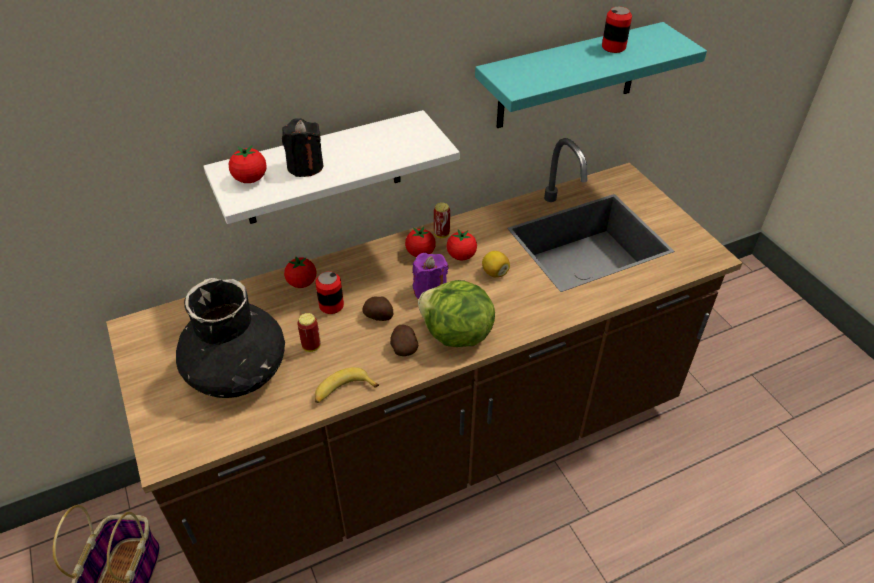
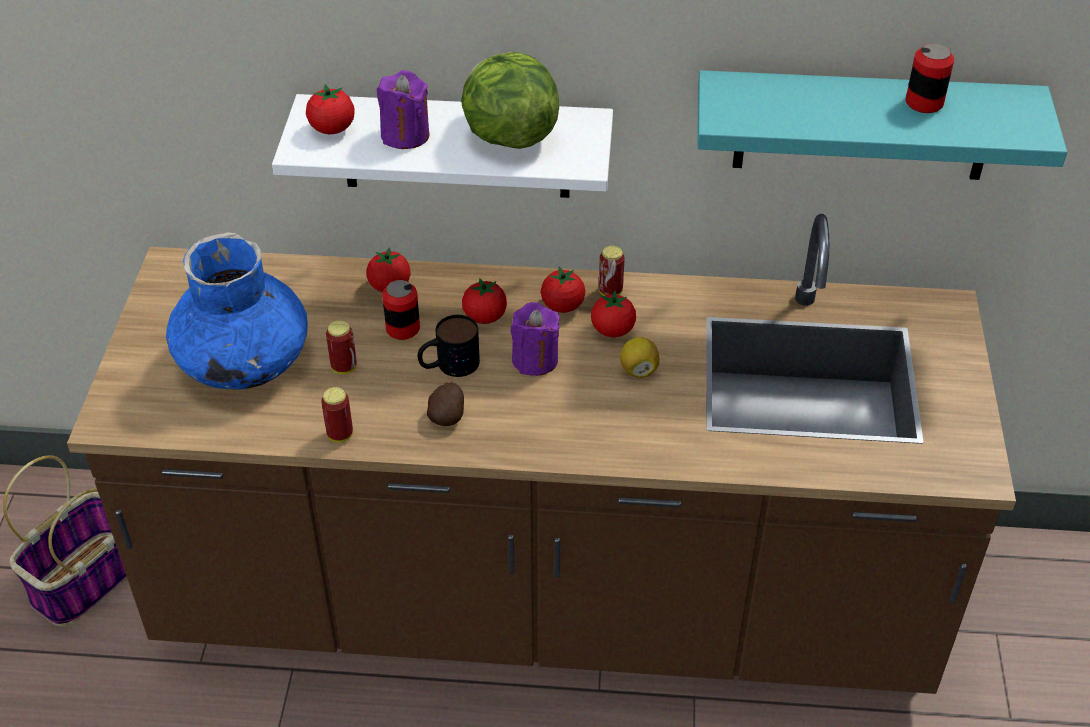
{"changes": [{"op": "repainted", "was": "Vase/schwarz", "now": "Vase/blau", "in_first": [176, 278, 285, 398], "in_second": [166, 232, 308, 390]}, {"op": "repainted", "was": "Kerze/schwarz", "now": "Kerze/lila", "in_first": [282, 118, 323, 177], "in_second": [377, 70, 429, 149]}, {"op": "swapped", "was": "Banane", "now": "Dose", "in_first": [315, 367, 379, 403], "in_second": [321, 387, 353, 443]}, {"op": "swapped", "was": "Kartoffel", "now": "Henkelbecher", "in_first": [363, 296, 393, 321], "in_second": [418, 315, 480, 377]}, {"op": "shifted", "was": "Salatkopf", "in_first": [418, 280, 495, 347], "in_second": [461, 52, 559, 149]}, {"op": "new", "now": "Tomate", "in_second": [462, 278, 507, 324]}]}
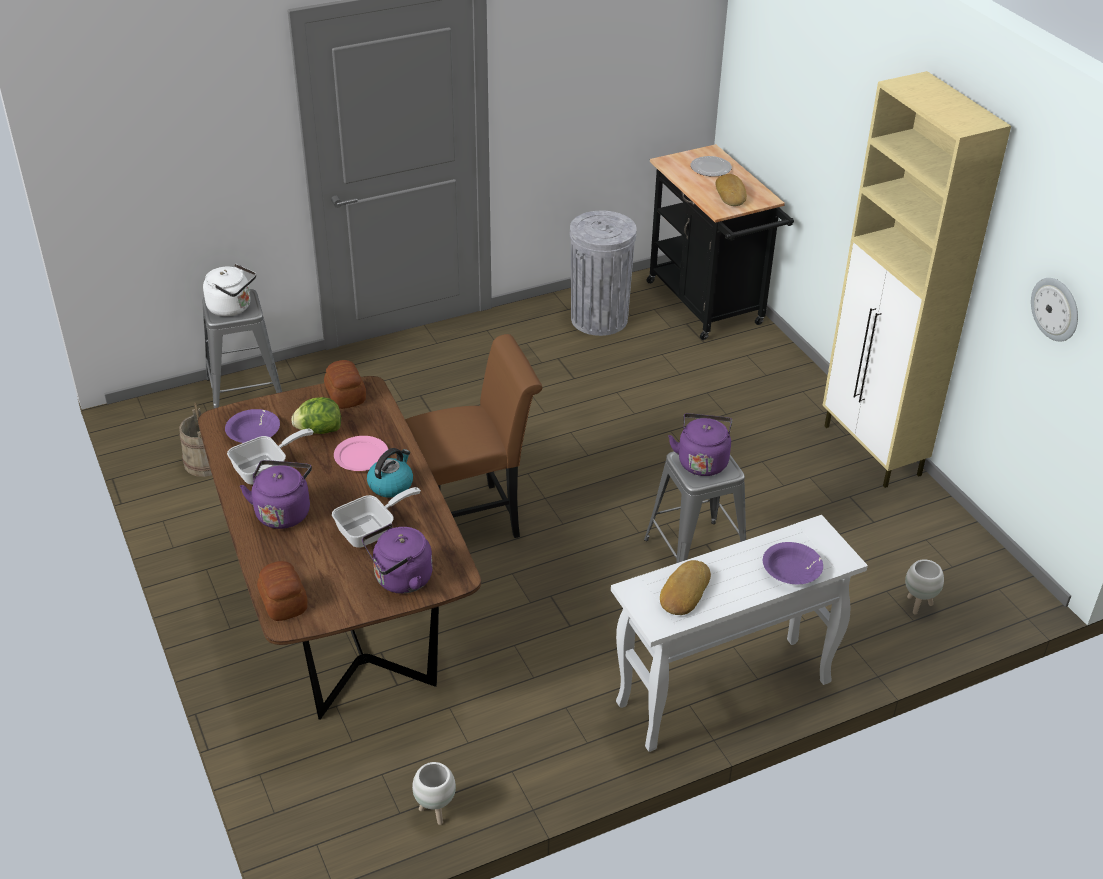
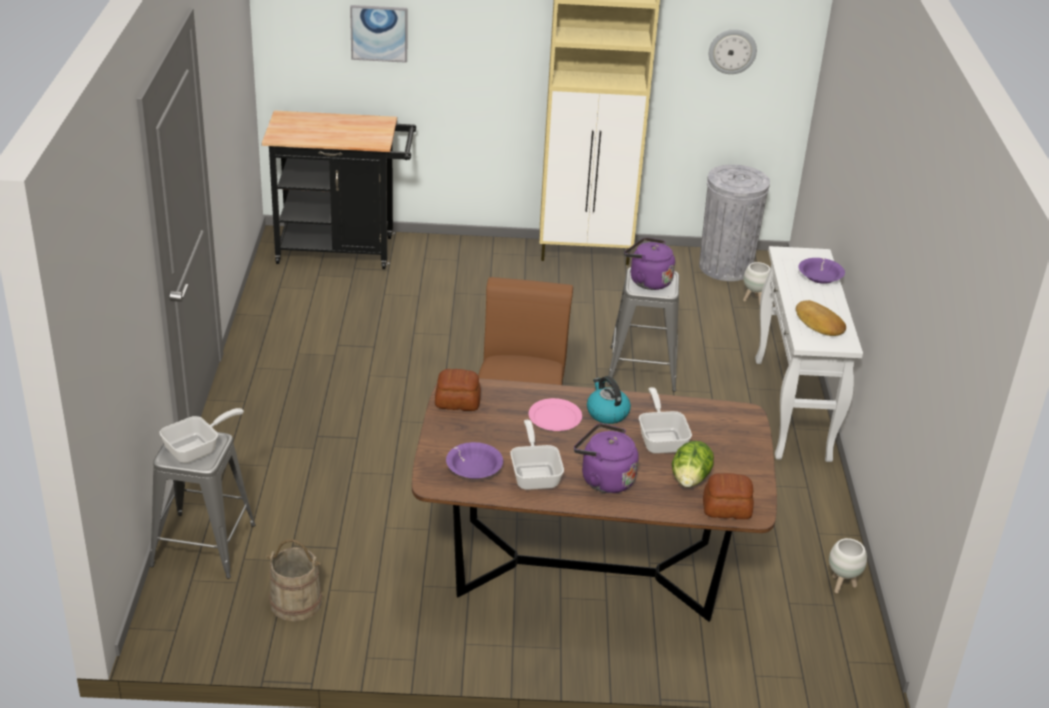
{"changes": [{"op": "swapped", "was": "Wasserkessel/weiß", "now": "Pfanne", "in_first": [203, 264, 256, 317], "in_second": [159, 408, 244, 463]}, {"op": "shifted", "was": "Salatkopf", "in_first": [291, 397, 341, 434], "in_second": [672, 441, 714, 488]}, {"op": "gone", "was": "Wasserkessel/lila", "in_first": [362, 524, 433, 594]}, {"op": "shifted", "was": "Mülleimer/grau", "in_first": [570, 210, 637, 336], "in_second": [699, 164, 770, 281]}, {"op": "gone", "was": "Teller", "in_first": [690, 156, 732, 177]}, {"op": "gone", "was": "Brot", "in_first": [716, 174, 747, 206]}, {"op": "new", "now": "Bild", "in_second": [350, 5, 407, 63]}]}
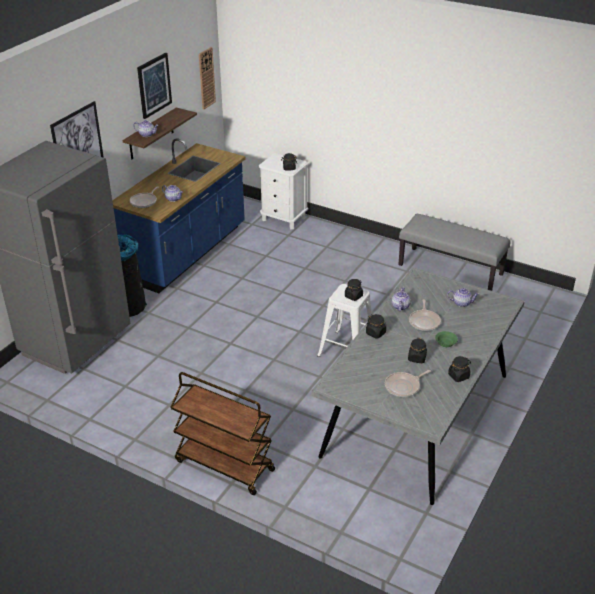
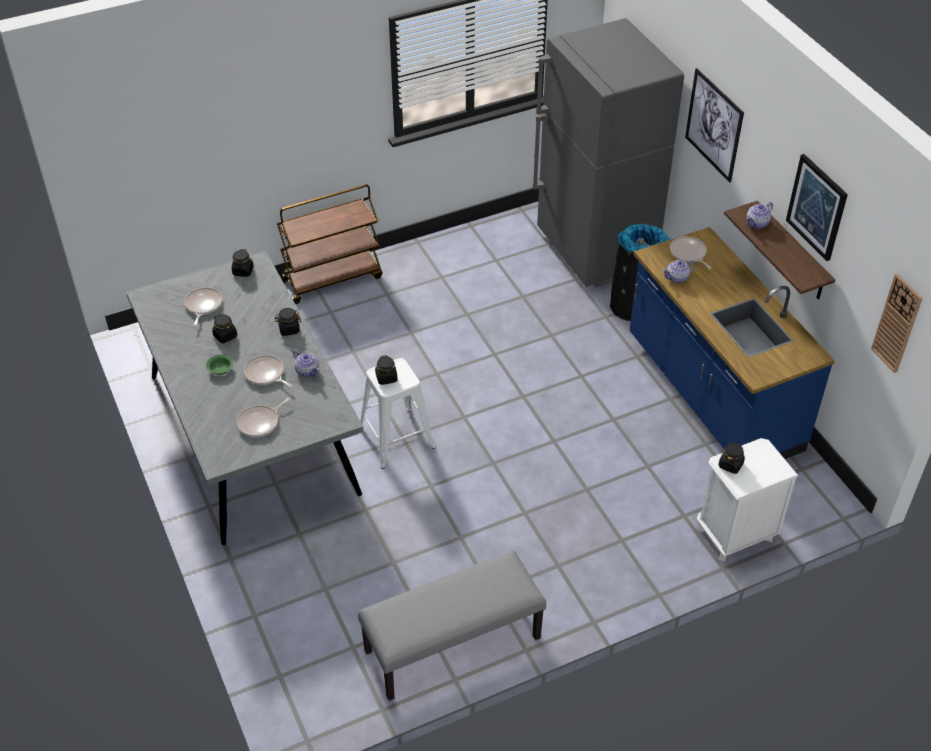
{"changes": [{"op": "swapped", "was": "Teekanne", "now": "Pfanne", "in_first": [447, 288, 479, 307], "in_second": [237, 398, 291, 437]}, {"op": "shifted", "was": "Vorratsglas/schwarz", "in_first": [448, 356, 471, 382], "in_second": [232, 249, 254, 277]}]}
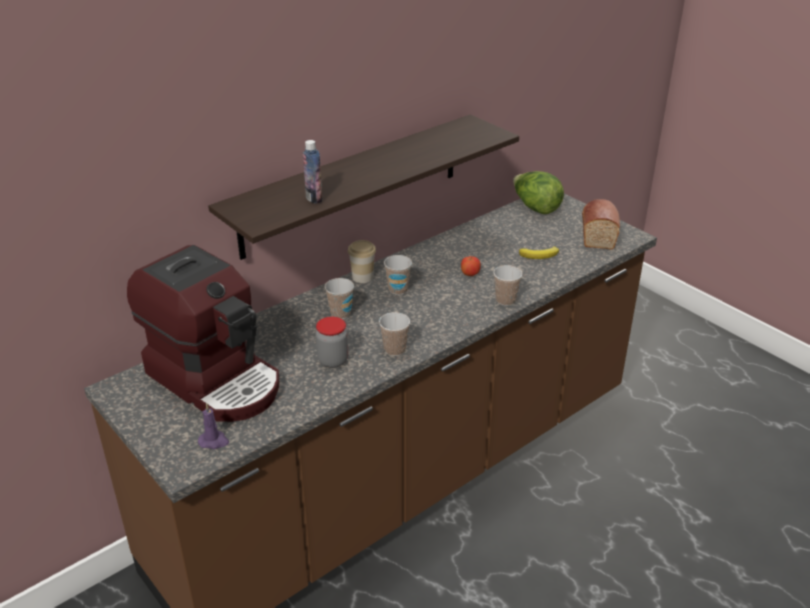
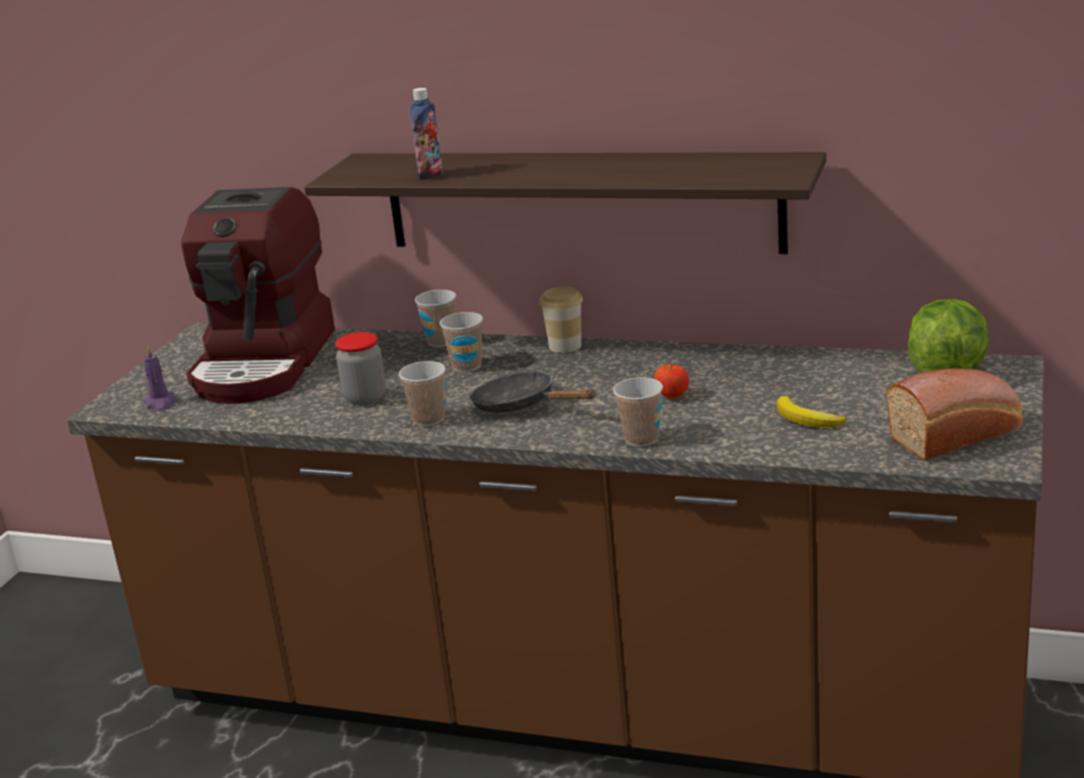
{"changes": [{"op": "shifted", "was": "Tasse", "in_first": [384, 255, 412, 295], "in_second": [415, 290, 456, 347]}, {"op": "new", "now": "Pfanne/schwarz", "in_second": [470, 371, 596, 413]}]}
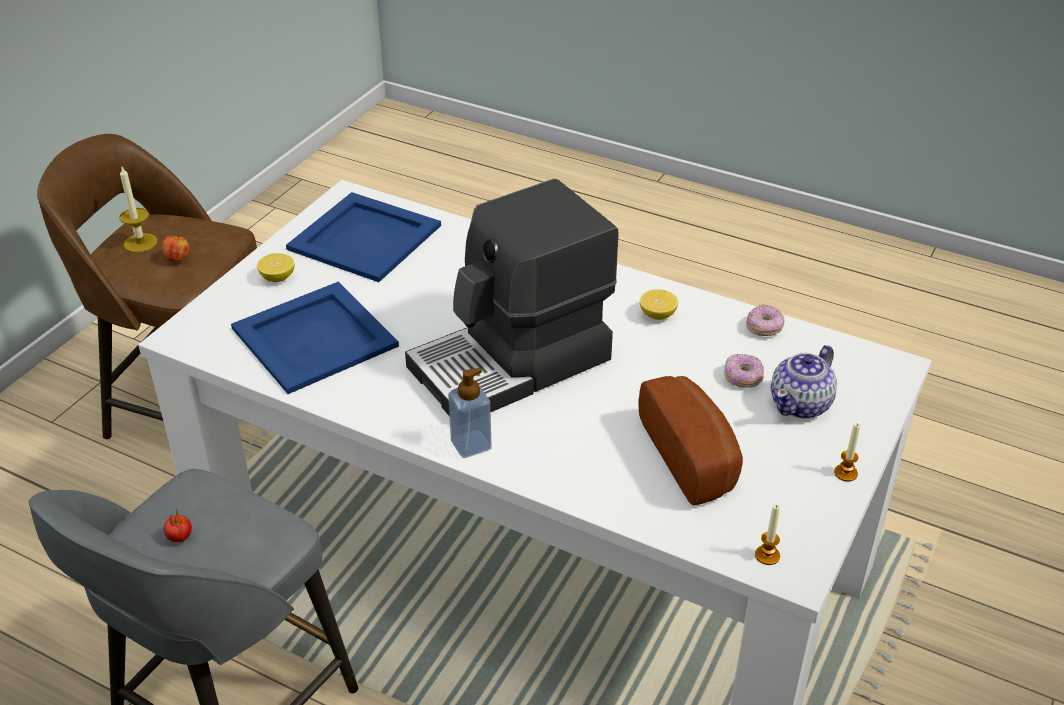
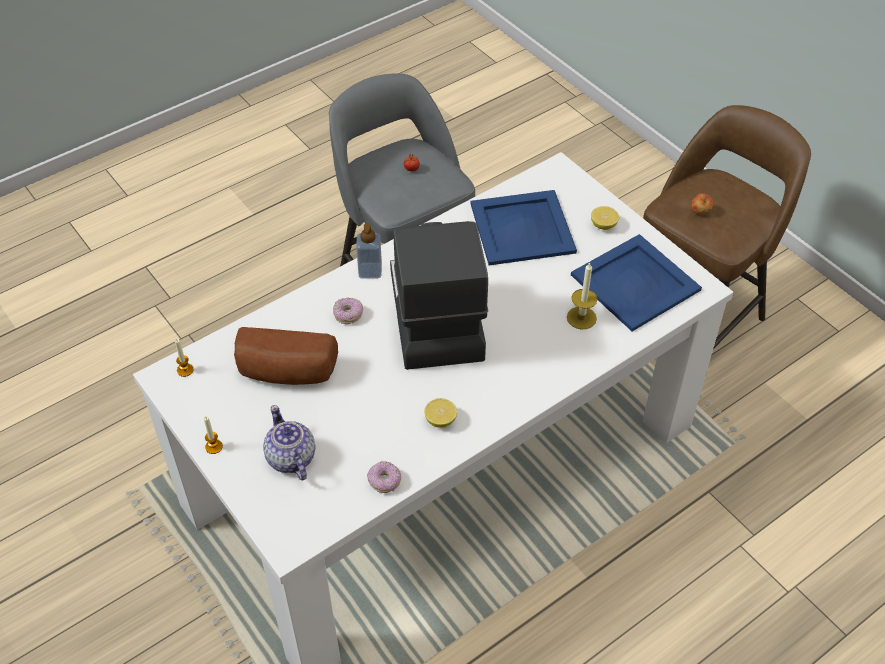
{"changes": [{"op": "shifted", "was": "Kerze", "in_first": [119, 167, 158, 253], "in_second": [567, 262, 598, 329]}, {"op": "shifted", "was": "Donut", "in_first": [724, 354, 764, 388], "in_second": [333, 298, 363, 324]}]}
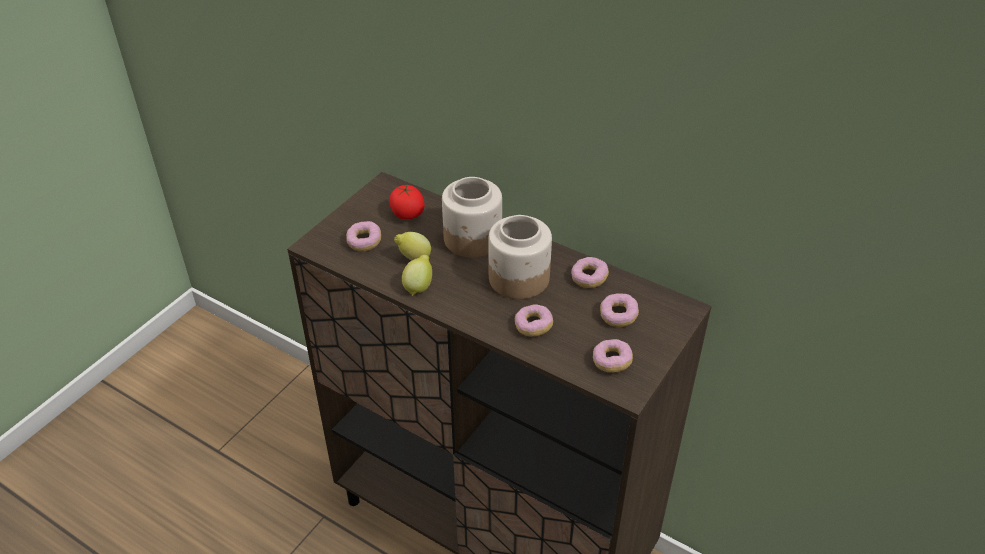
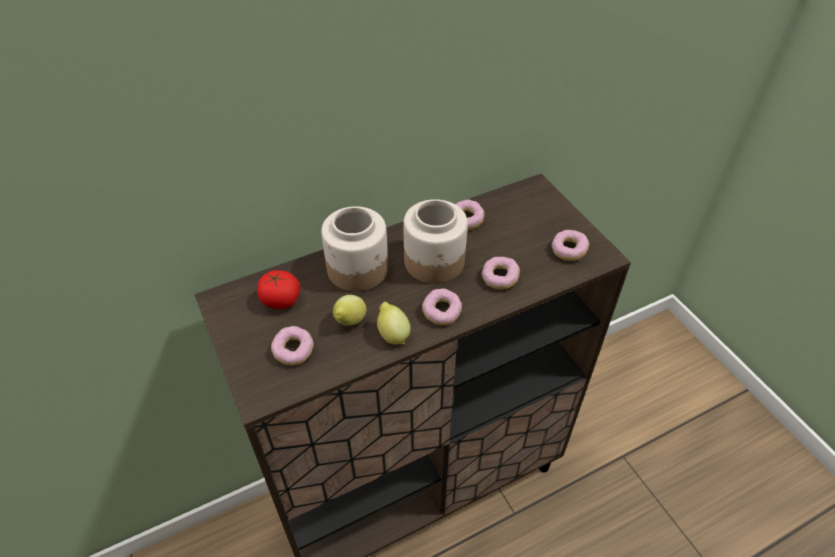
{"changes": [{"op": "shifted", "was": "Donut", "in_first": [600, 293, 639, 327], "in_second": [422, 288, 462, 325]}]}
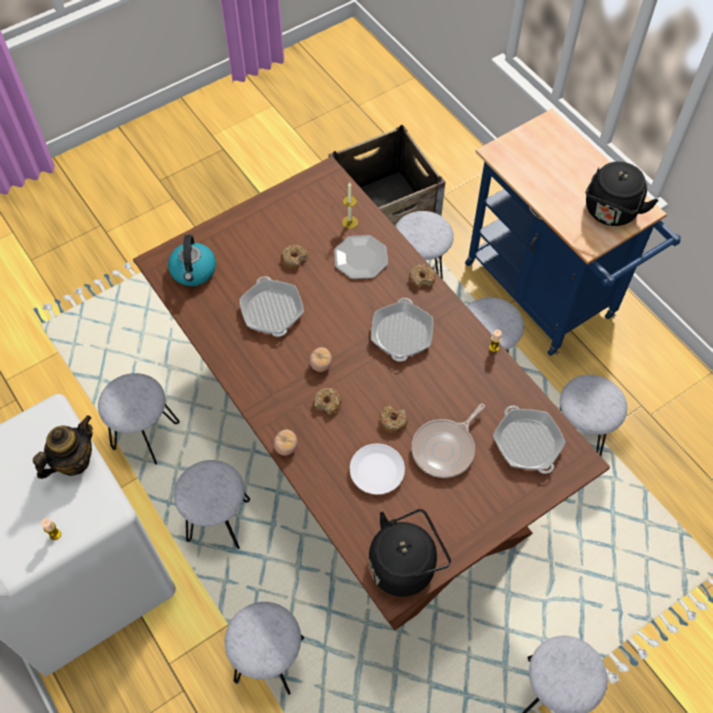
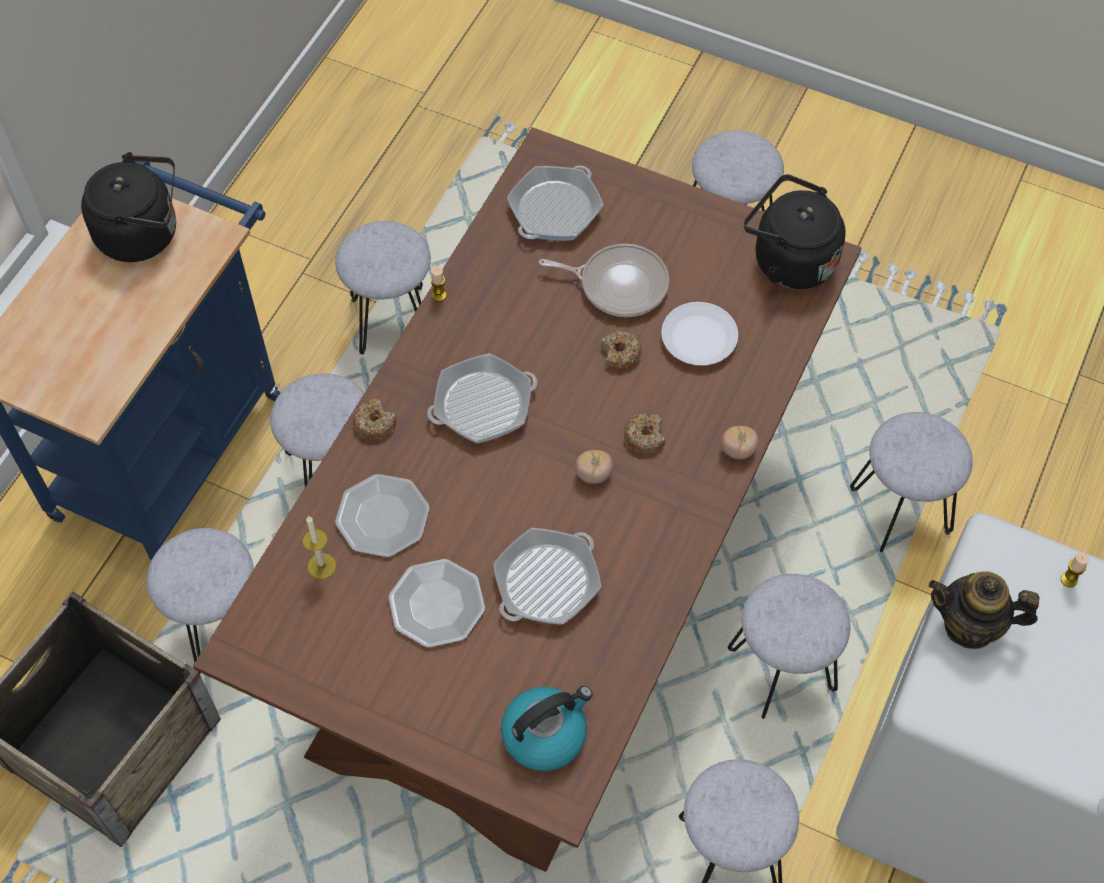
{"changes": [{"op": "swapped", "was": "Donut", "now": "Teller", "in_first": [281, 244, 308, 269], "in_second": [388, 559, 485, 648]}]}
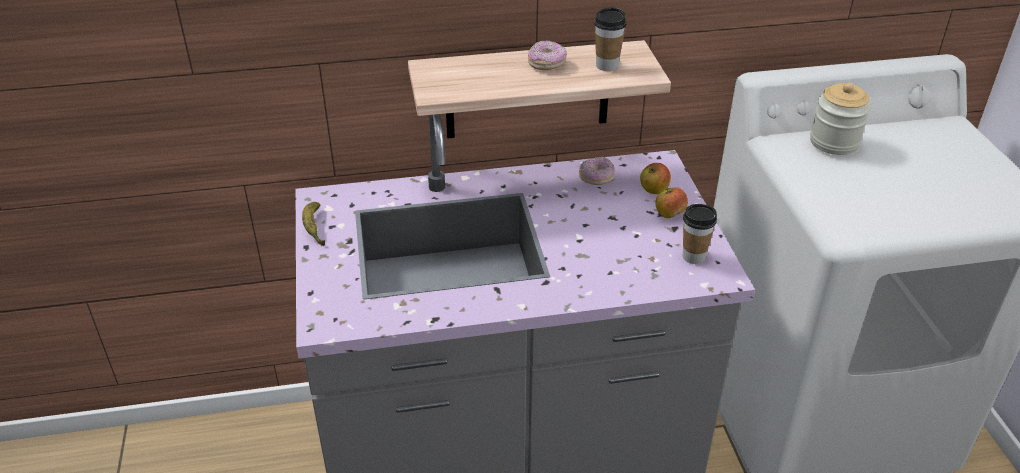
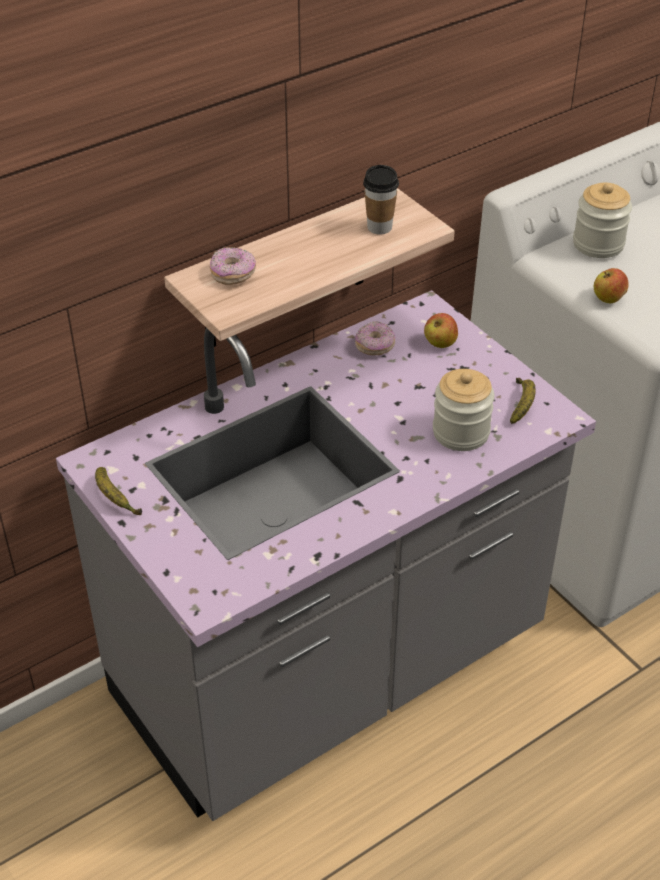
{"changes": [{"op": "shifted", "was": "Donut", "in_first": [528, 40, 567, 70], "in_second": [210, 247, 256, 285]}, {"op": "shifted", "was": "Apfel", "in_first": [655, 187, 688, 218], "in_second": [594, 268, 629, 303]}, {"op": "swapped", "was": "Tasse", "now": "Banane", "in_first": [683, 204, 717, 264], "in_second": [510, 378, 535, 424]}, {"op": "new", "now": "Vorratsglas", "in_second": [433, 369, 495, 451]}]}
